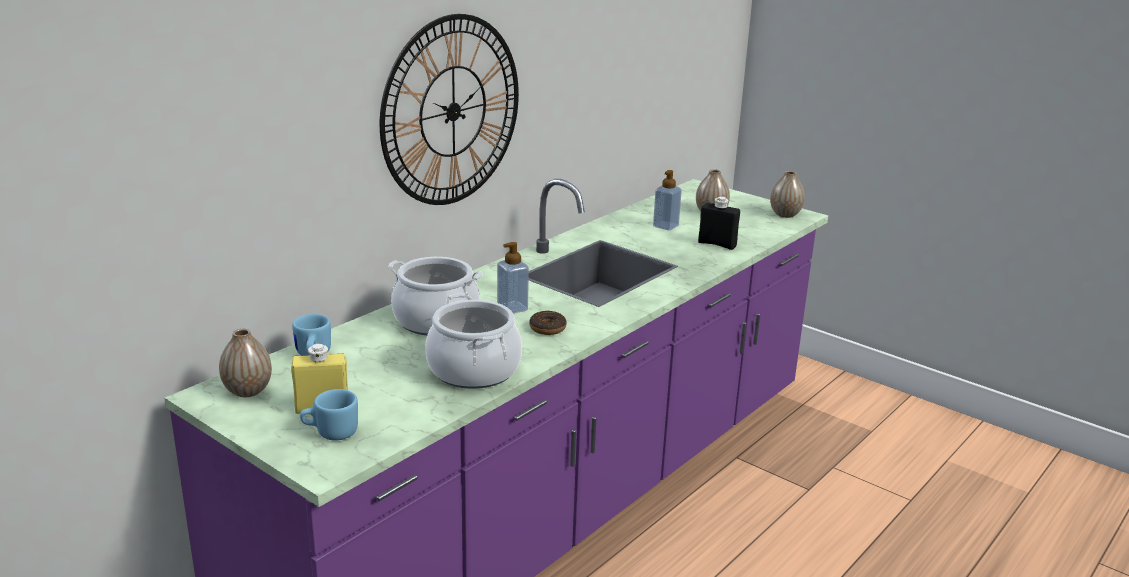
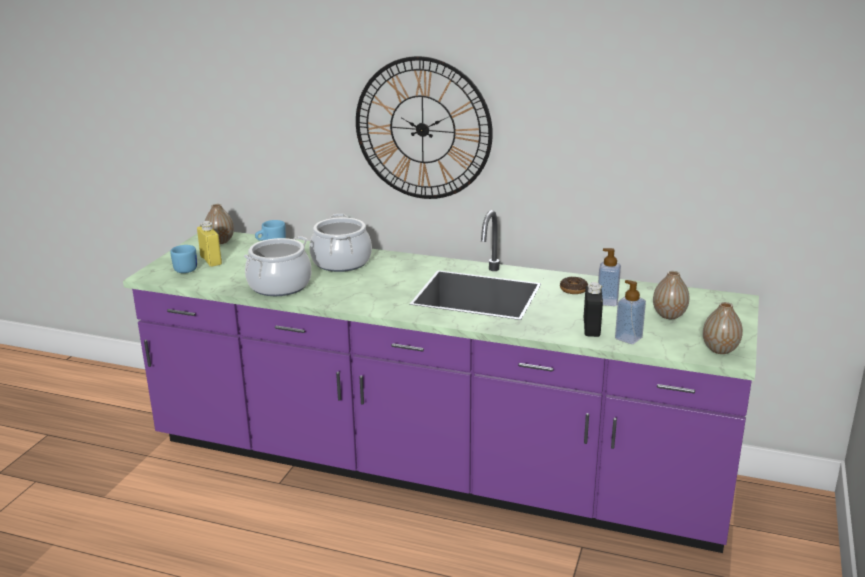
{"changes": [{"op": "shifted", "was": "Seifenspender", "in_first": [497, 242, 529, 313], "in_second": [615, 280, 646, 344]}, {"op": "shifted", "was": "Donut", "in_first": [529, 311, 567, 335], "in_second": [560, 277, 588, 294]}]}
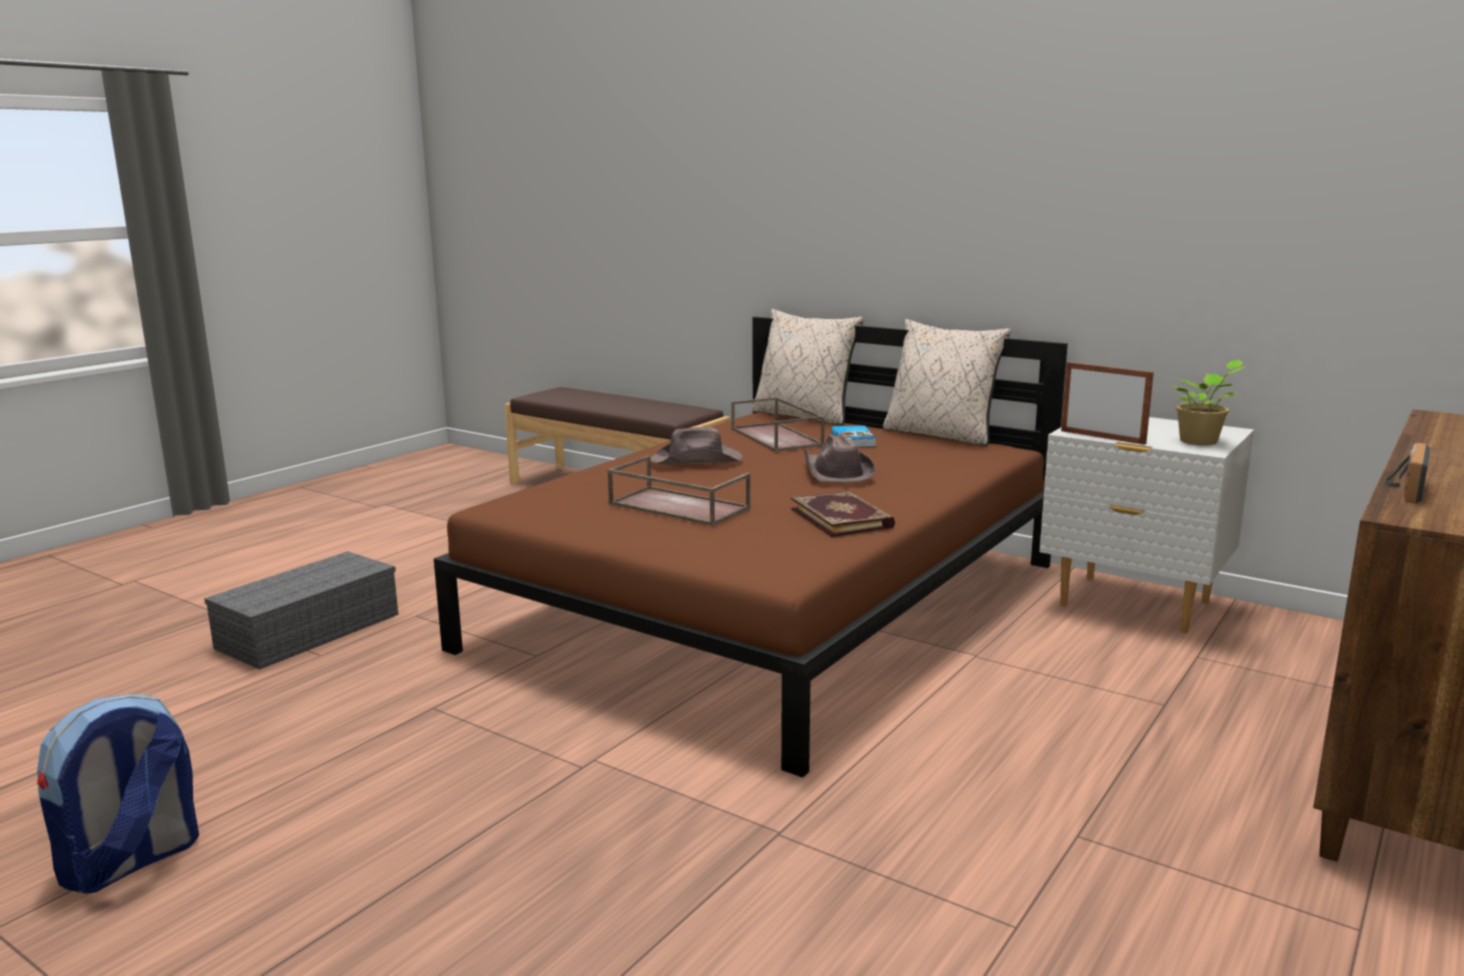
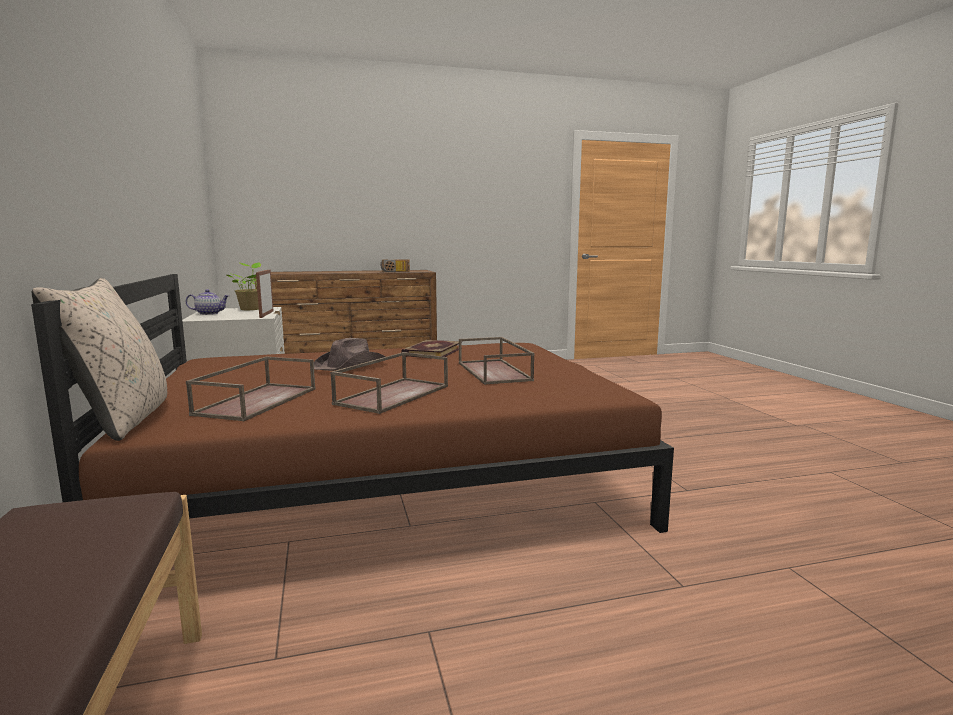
{"changes": [{"op": "gone", "was": "Rucksack", "in_first": [37, 694, 199, 894]}, {"op": "gone", "was": "Aufbewahrungsbox/grau", "in_first": [204, 551, 398, 670]}, {"op": "swapped", "was": "Hut/braun", "now": "Tablett/braun", "in_first": [650, 427, 743, 465], "in_second": [330, 352, 448, 414]}, {"op": "gone", "was": "Buch", "in_first": [831, 425, 876, 447]}, {"op": "gone", "was": "Kissen/beige", "in_first": [883, 319, 1011, 446]}, {"op": "new", "now": "Teekanne", "in_second": [186, 289, 230, 315]}]}
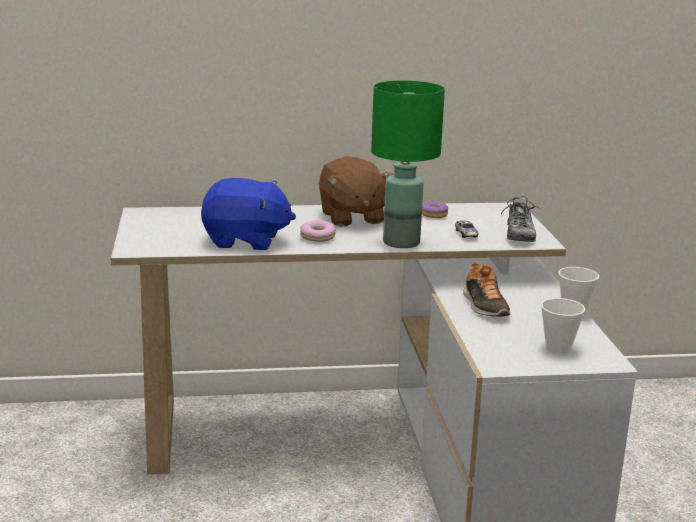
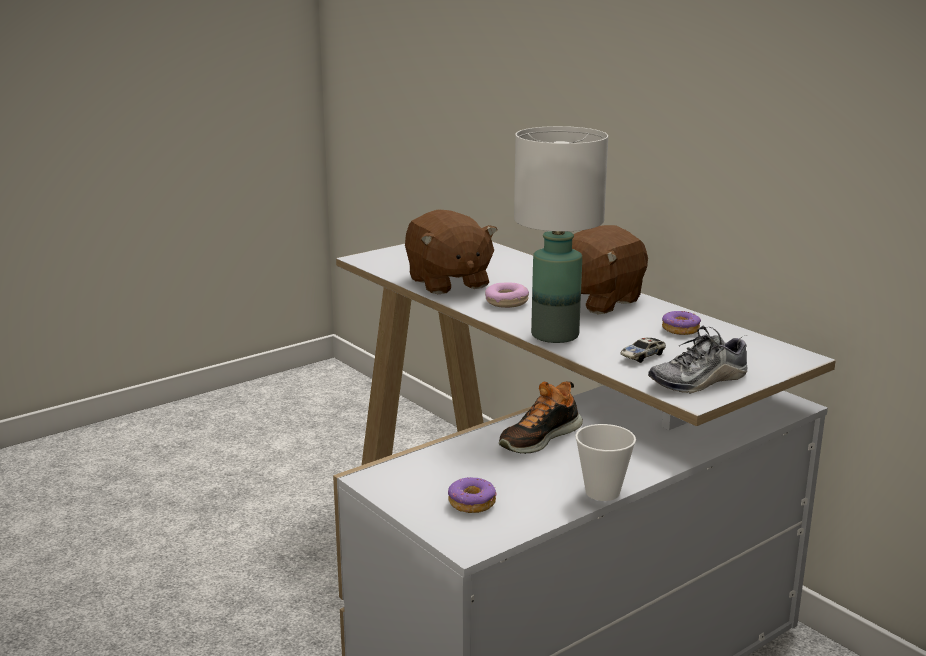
{"changes": [{"op": "repainted", "was": "Plüschtier/blau", "now": "Plüschtier/braun", "in_first": [201, 178, 296, 250], "in_second": [405, 209, 498, 294]}, {"op": "repainted", "was": "Tischlampe/grün", "now": "Tischlampe/weiß", "in_first": [371, 80, 445, 248], "in_second": [514, 126, 608, 343]}, {"op": "swapped", "was": "Tasse", "now": "Donut", "in_first": [541, 298, 585, 353], "in_second": [448, 477, 497, 513]}]}
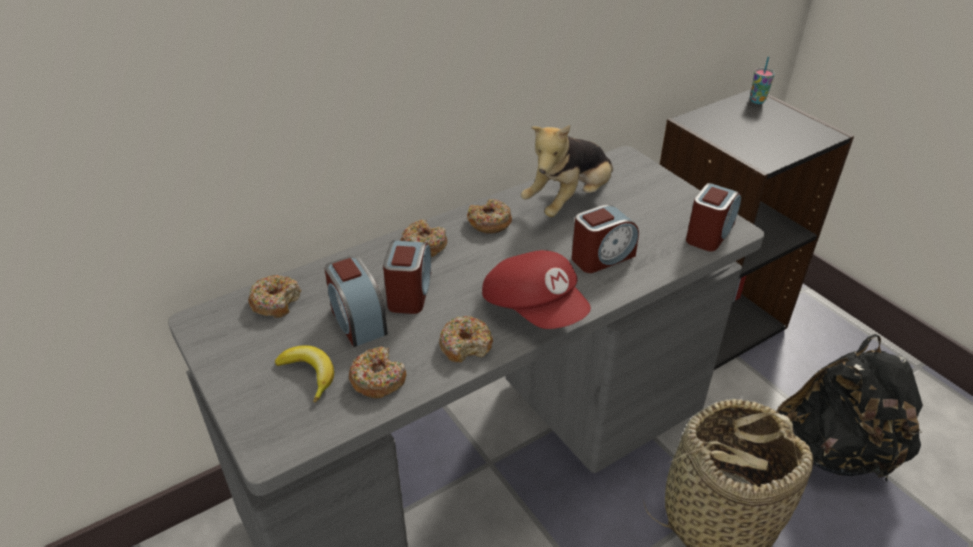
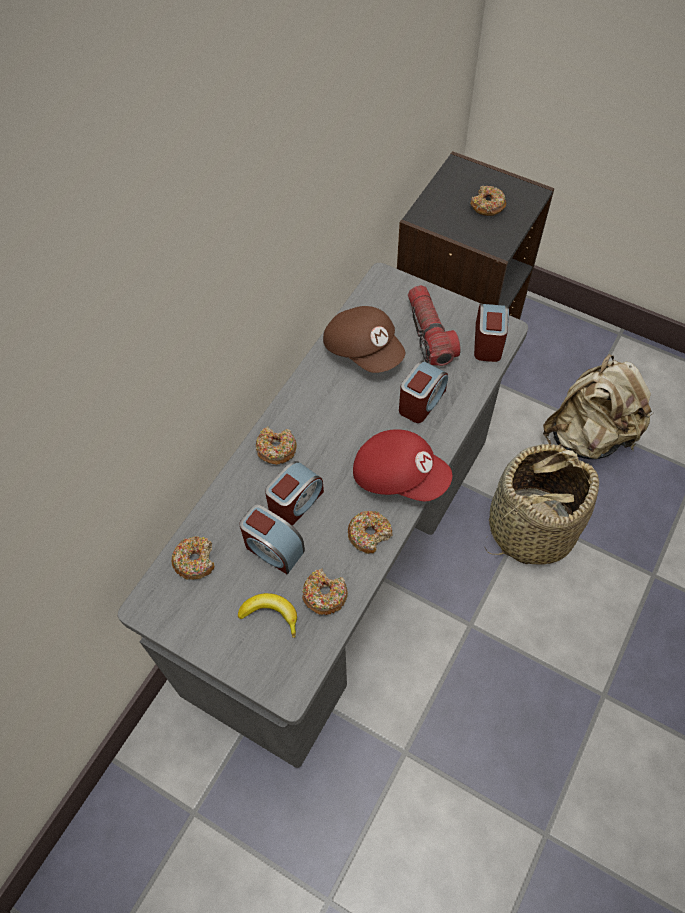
{"changes": [{"op": "rotated", "was": "Wecker", "in_first": [383, 241, 431, 314], "in_second": [265, 461, 324, 526], "clockwise": 60}, {"op": "shifted", "was": "Donut", "in_first": [467, 199, 512, 234], "in_second": [470, 186, 506, 216]}, {"op": "swapped", "was": "Plüschtier", "now": "Kappe/braun", "in_first": [521, 125, 613, 217], "in_second": [323, 306, 405, 373]}, {"op": "gone", "was": "Tasse", "in_first": [750, 57, 775, 104]}, {"op": "repainted", "was": "Rucksack/schwarz", "now": "Rucksack/beige", "in_first": [777, 334, 923, 483], "in_second": [543, 354, 654, 459]}, {"op": "new", "now": "Taschenlampe", "in_second": [408, 285, 461, 366]}]}
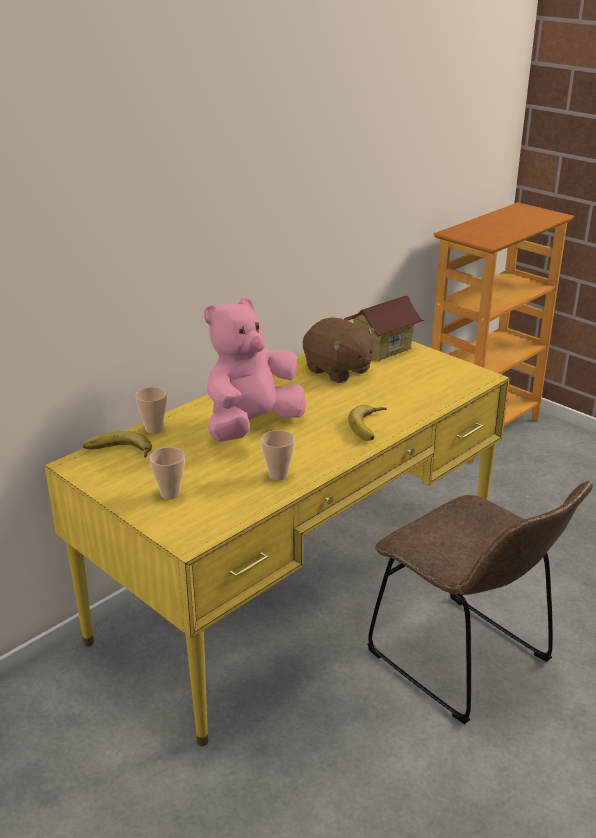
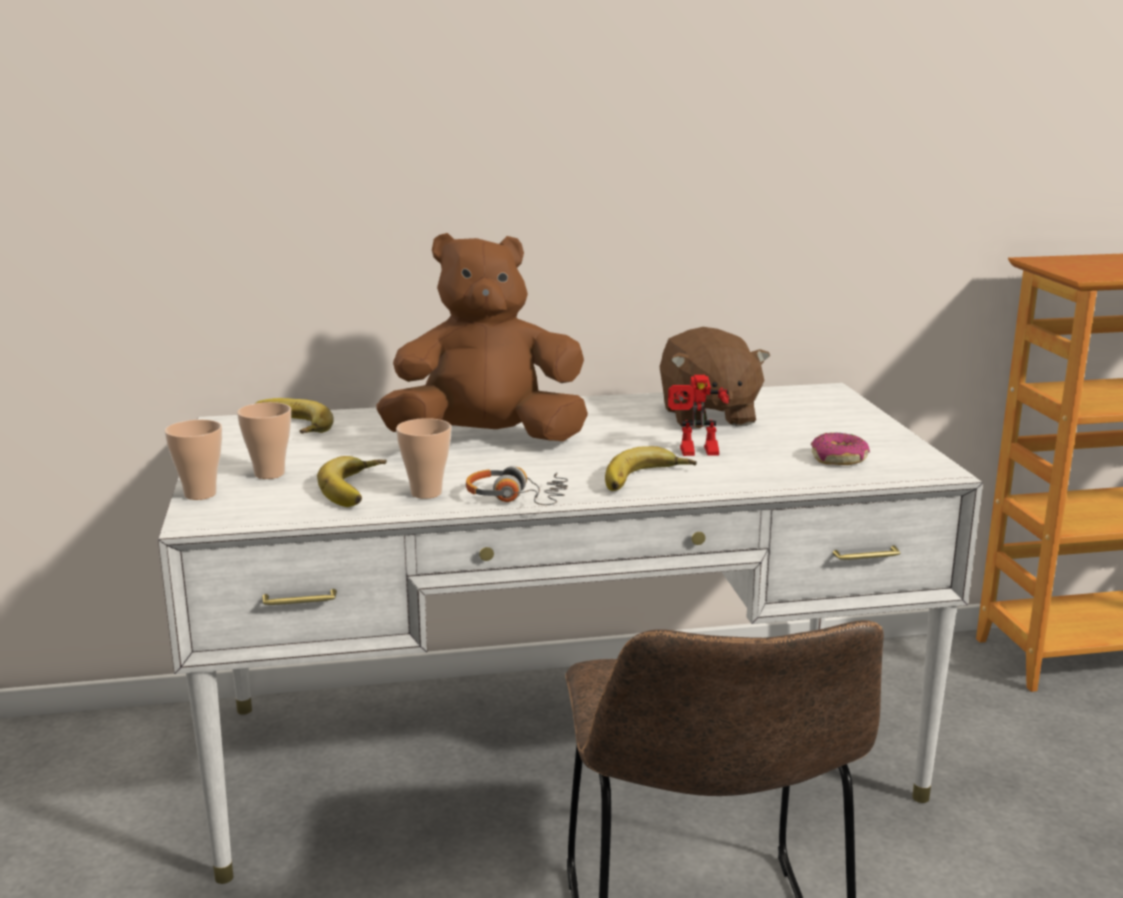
{"changes": [{"op": "repainted", "was": "Schreibtisch/gelb", "now": "Schreibtisch/weiß", "in_first": [45, 341, 510, 746], "in_second": [158, 383, 983, 884]}, {"op": "shifted", "was": "Tasse", "in_first": [135, 387, 167, 433], "in_second": [165, 420, 222, 500]}, {"op": "repainted", "was": "Plüschtier/rosa", "now": "Plüschtier/braun", "in_first": [204, 297, 306, 442], "in_second": [376, 233, 588, 441]}, {"op": "gone", "was": "Spielzeughaus", "in_first": [343, 295, 425, 361]}, {"op": "new", "now": "Banane", "in_second": [317, 456, 387, 507]}, {"op": "new", "now": "Kopfhörer", "in_second": [466, 466, 568, 505]}, {"op": "new", "now": "Spielzeugroboter", "in_second": [668, 375, 729, 456]}, {"op": "new", "now": "Donut", "in_second": [811, 433, 870, 465]}]}
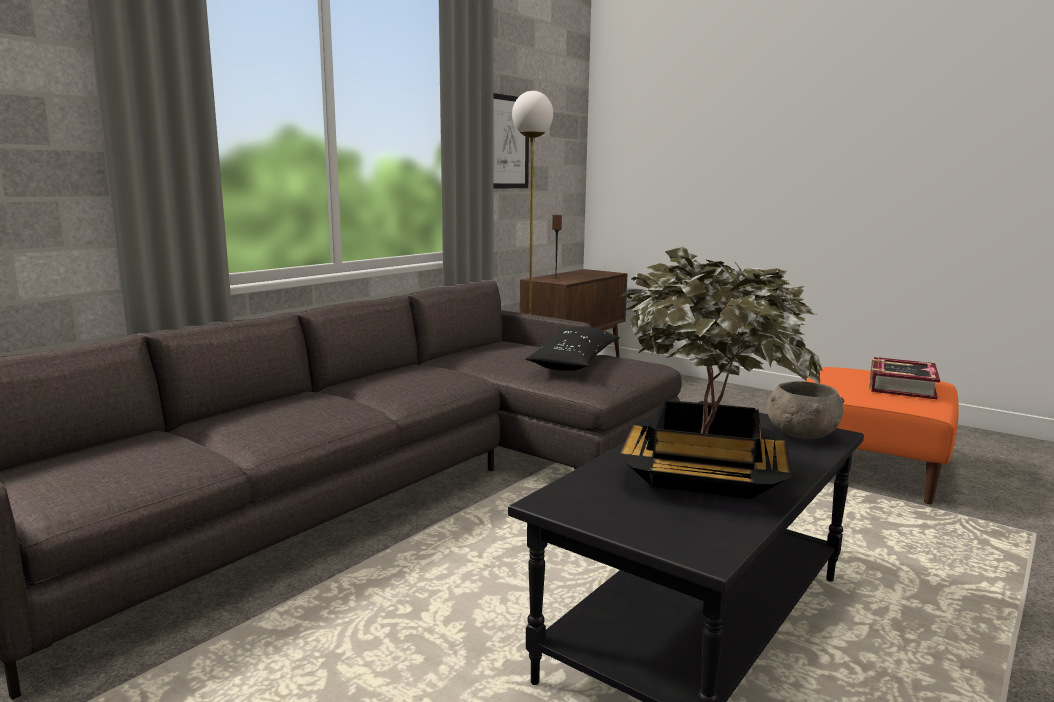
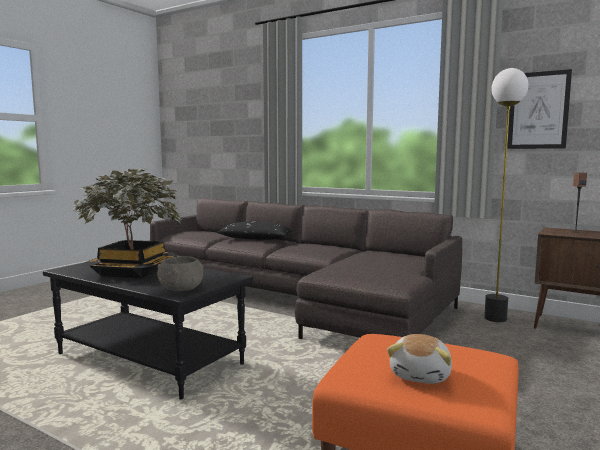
{"changes": [{"op": "shifted", "was": "Kissen/schwarz", "in_first": [526, 326, 620, 371], "in_second": [217, 222, 292, 240]}, {"op": "swapped", "was": "Buch", "now": "Plüschtier", "in_first": [869, 357, 940, 399], "in_second": [387, 334, 452, 384]}]}
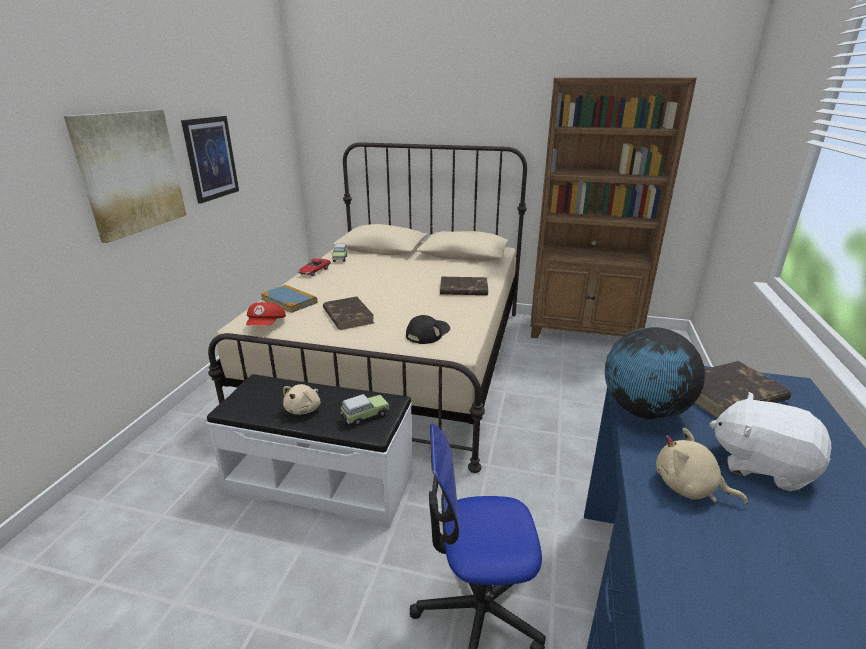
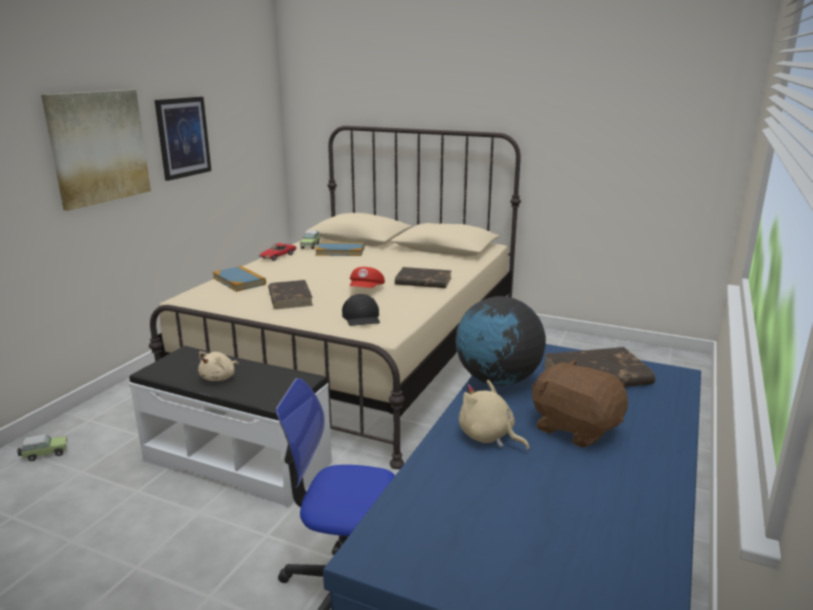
{"changes": [{"op": "shifted", "was": "Kappe/rot", "in_first": [246, 302, 286, 326], "in_second": [350, 267, 385, 288]}, {"op": "shifted", "was": "Spielzeugauto", "in_first": [341, 394, 389, 426], "in_second": [17, 434, 68, 461]}, {"op": "rotated", "was": "Kappe/schwarz", "in_first": [406, 315, 450, 344], "in_second": [342, 294, 380, 326], "clockwise": 120}, {"op": "gone", "was": "Bücherregal/braun", "in_first": [530, 78, 697, 338]}, {"op": "repainted", "was": "Plüschtier/weiß", "now": "Plüschtier/braun", "in_first": [709, 392, 831, 491], "in_second": [532, 359, 628, 448]}, {"op": "new", "now": "Buch", "in_second": [315, 242, 364, 256]}]}
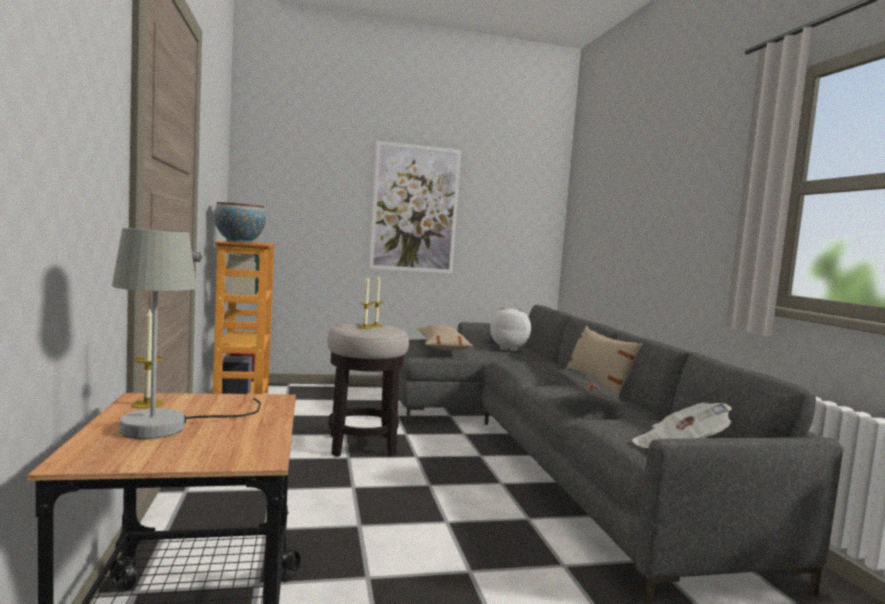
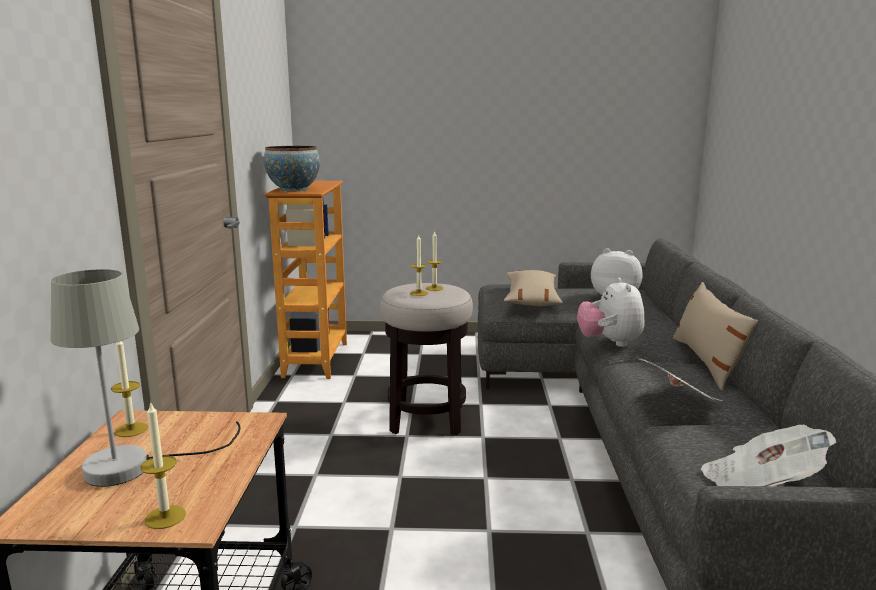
{"changes": [{"op": "gone", "was": "Bild", "in_first": [369, 141, 461, 273]}, {"op": "new", "now": "Kerze", "in_second": [140, 401, 186, 529]}, {"op": "new", "now": "Plüschtier", "in_second": [577, 278, 645, 347]}]}
